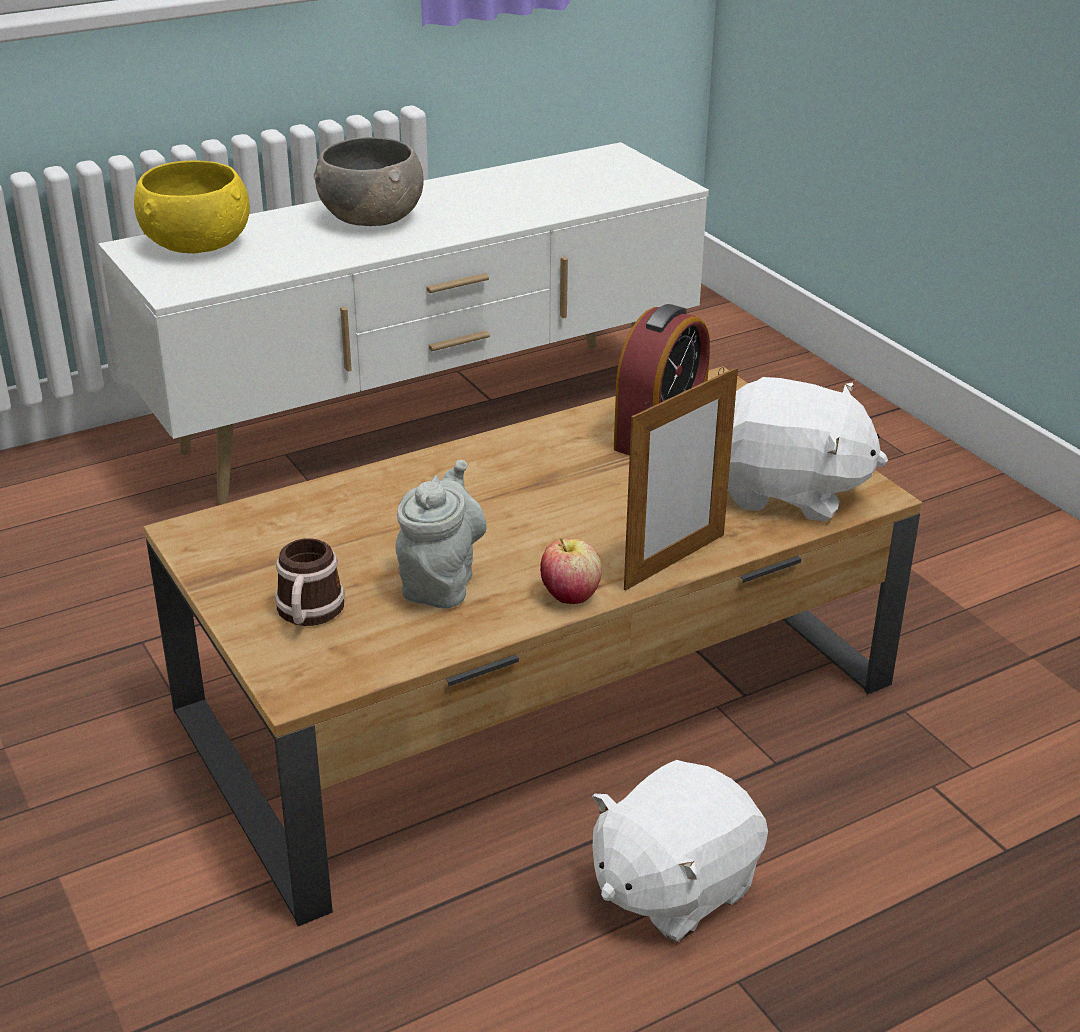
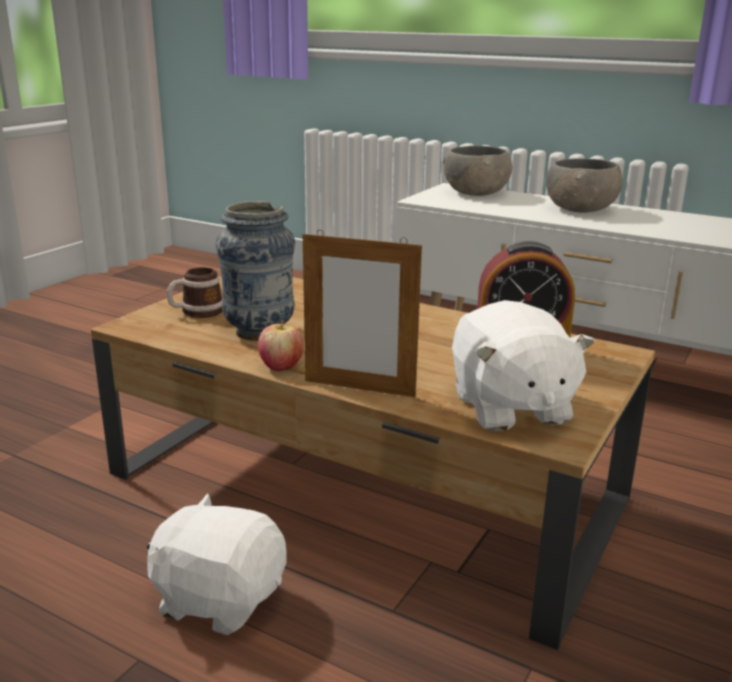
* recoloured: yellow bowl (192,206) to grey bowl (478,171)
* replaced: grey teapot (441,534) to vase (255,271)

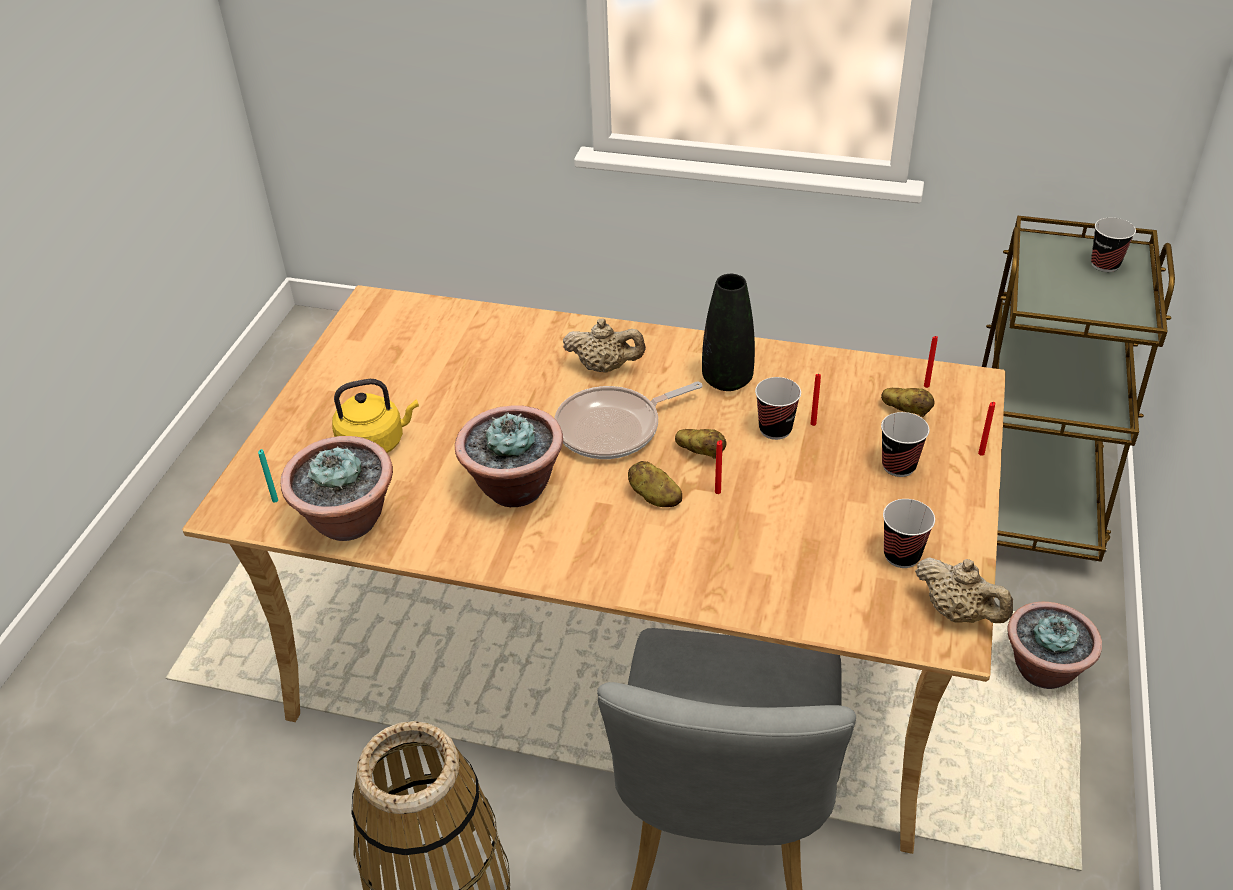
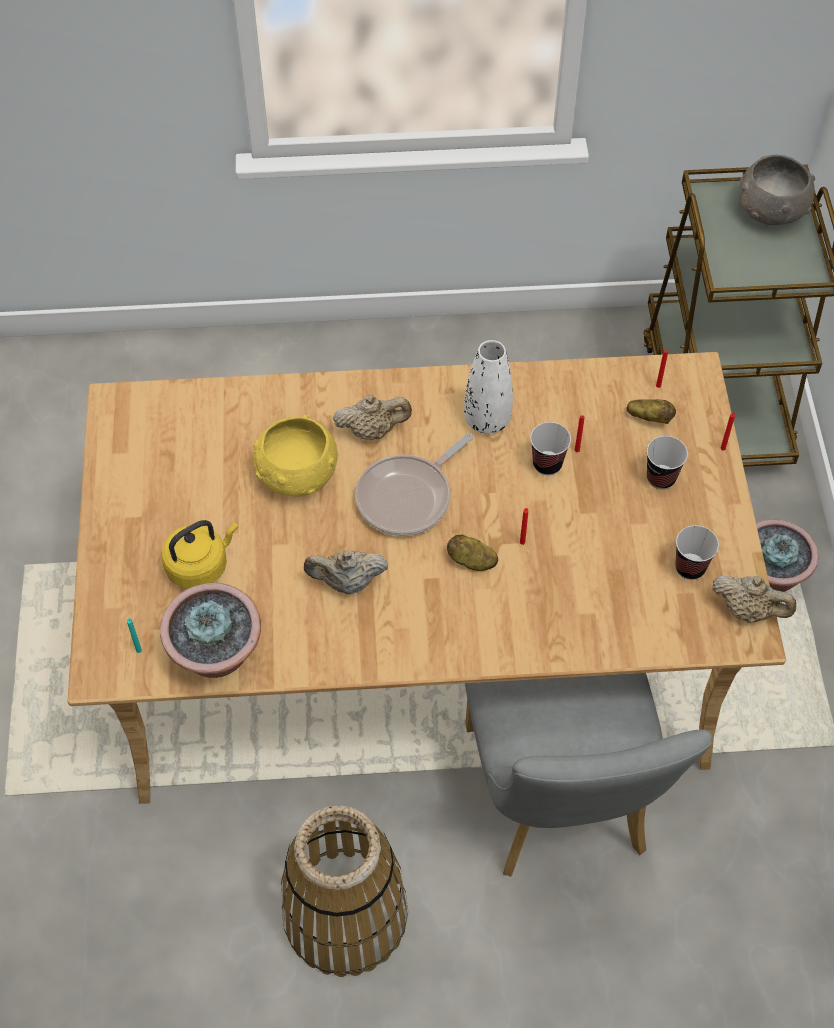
* replaced: potted plant (509,456) to beige teapot (346,572)
* removed: potato (701,444)
* recoloured: black vase (728,332) to white vase (488,387)
* replaced: cup (1113,245) to grey bowl (777,190)
* added: yellow bowl (295,455)

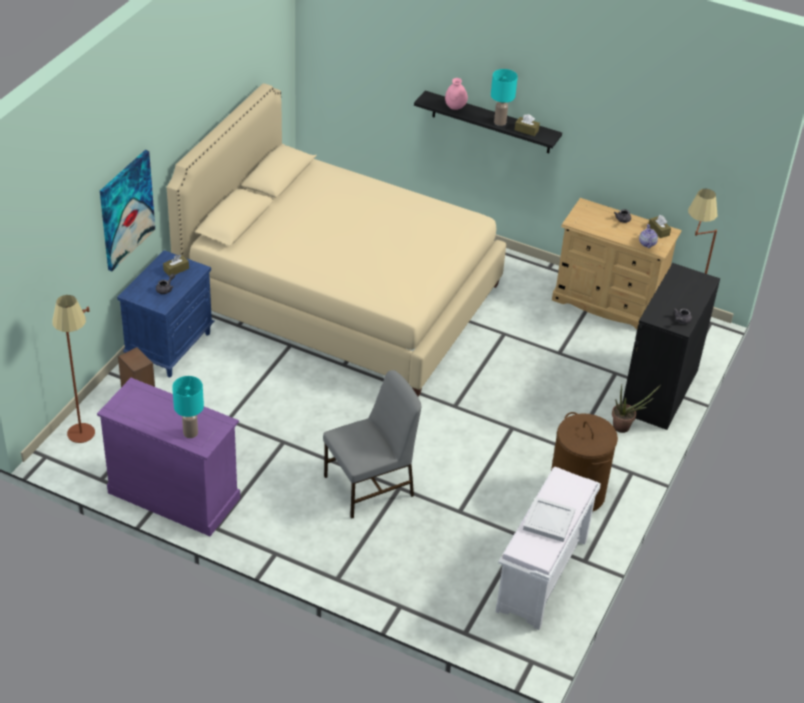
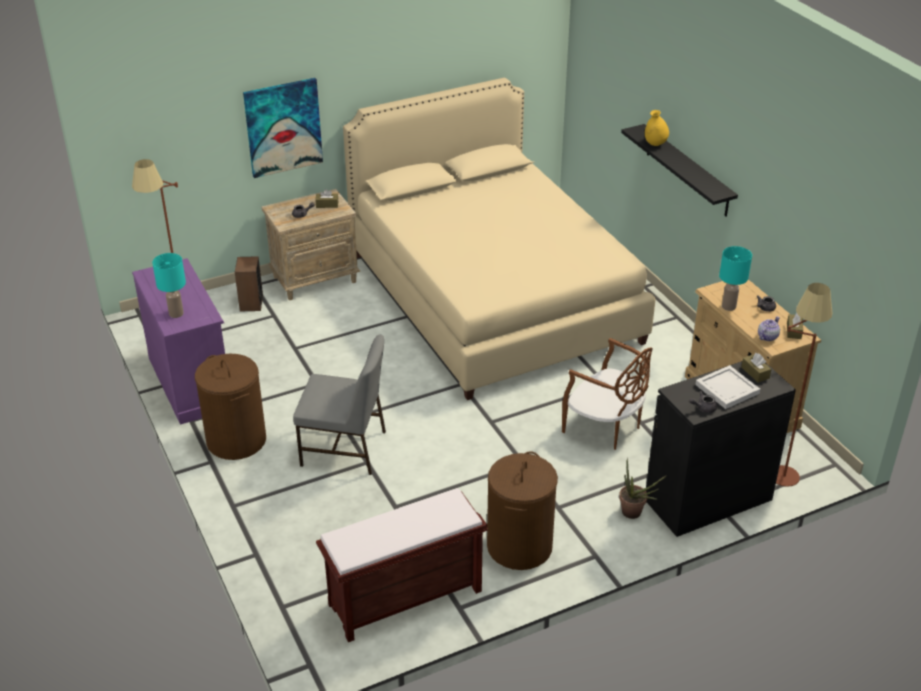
* recoloured: blue nightstand (166,313) to beige nightstand (311,244)
* recoloured: pink vase (456,94) to yellow vase (657,128)
* moved: turquoise table lamp (504,97) to (735,278)
* recoloured: white bench (548,548) to brown bench (402,565)
* moved: brown tissue box (527,125) to (756,368)
* moved: white tray (549,519) to (727,387)
* added: brown laundry basket (230,407)
* added: brown chair (607,394)

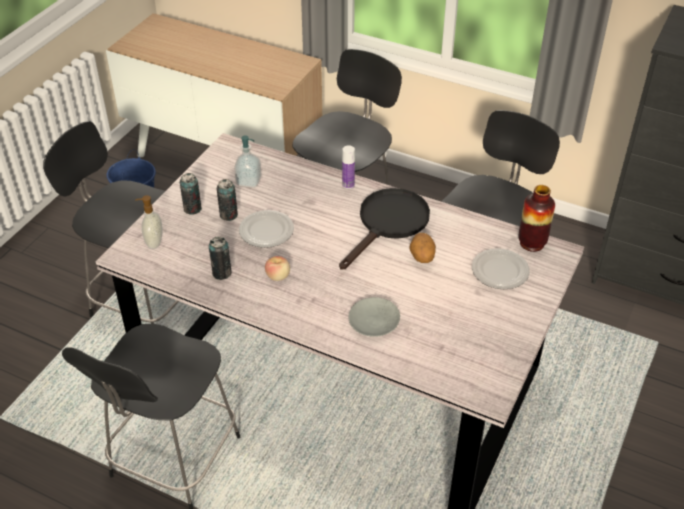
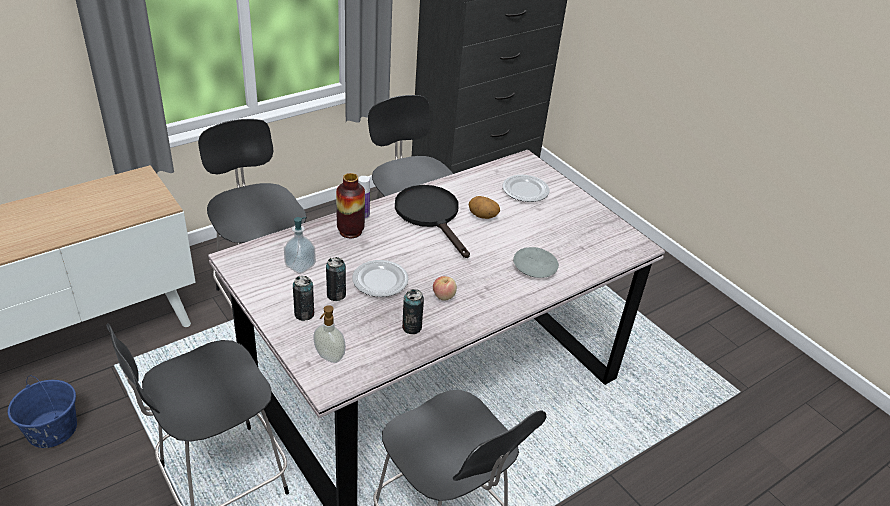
* moved: vase (536,218) to (350,205)

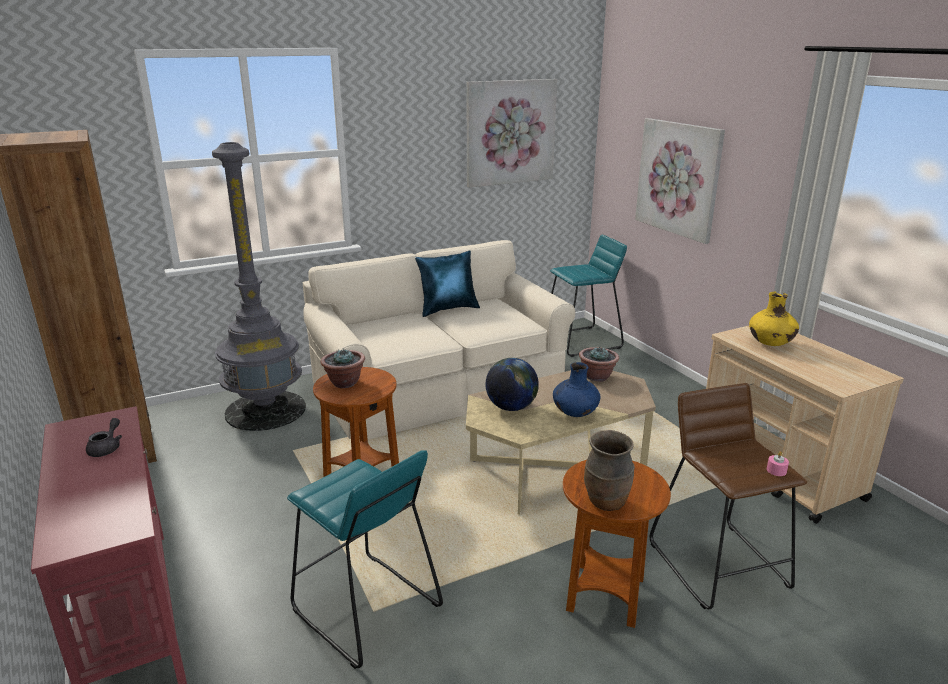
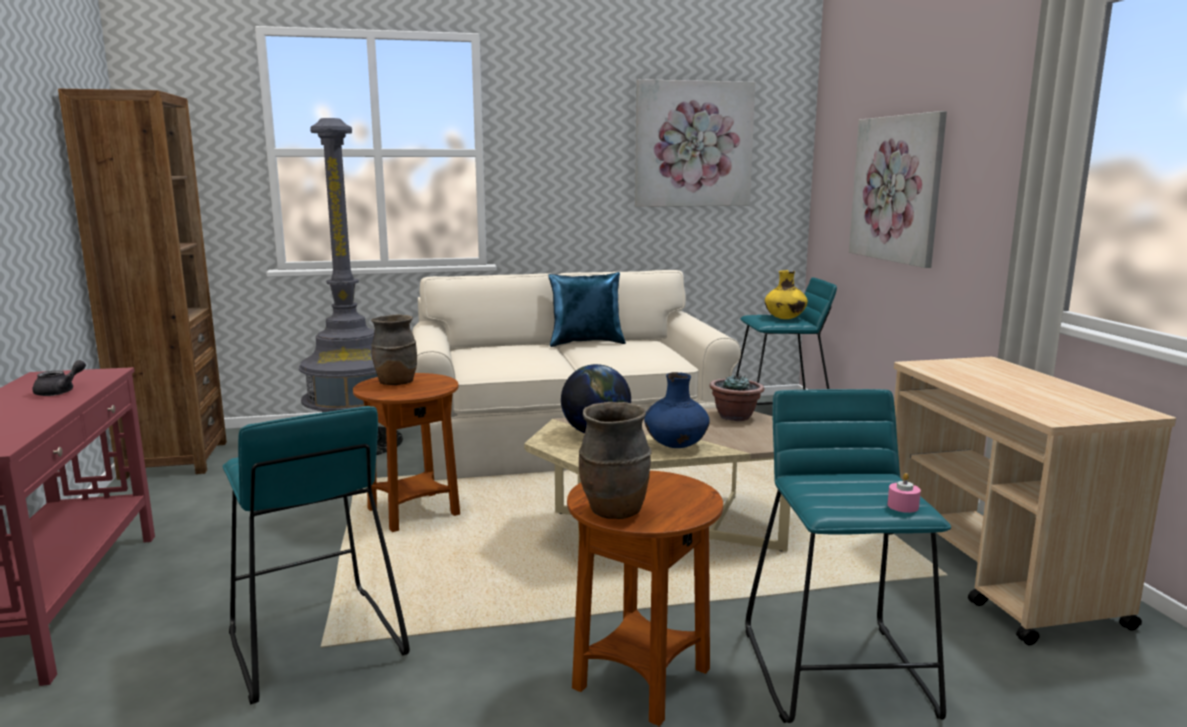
* replaced: potted plant (342,368) to brown vase (394,349)
* recoloured: brown stool (728,496) to turquoise stool (848,556)
* moved: yellow vase (774,318) to (786,294)

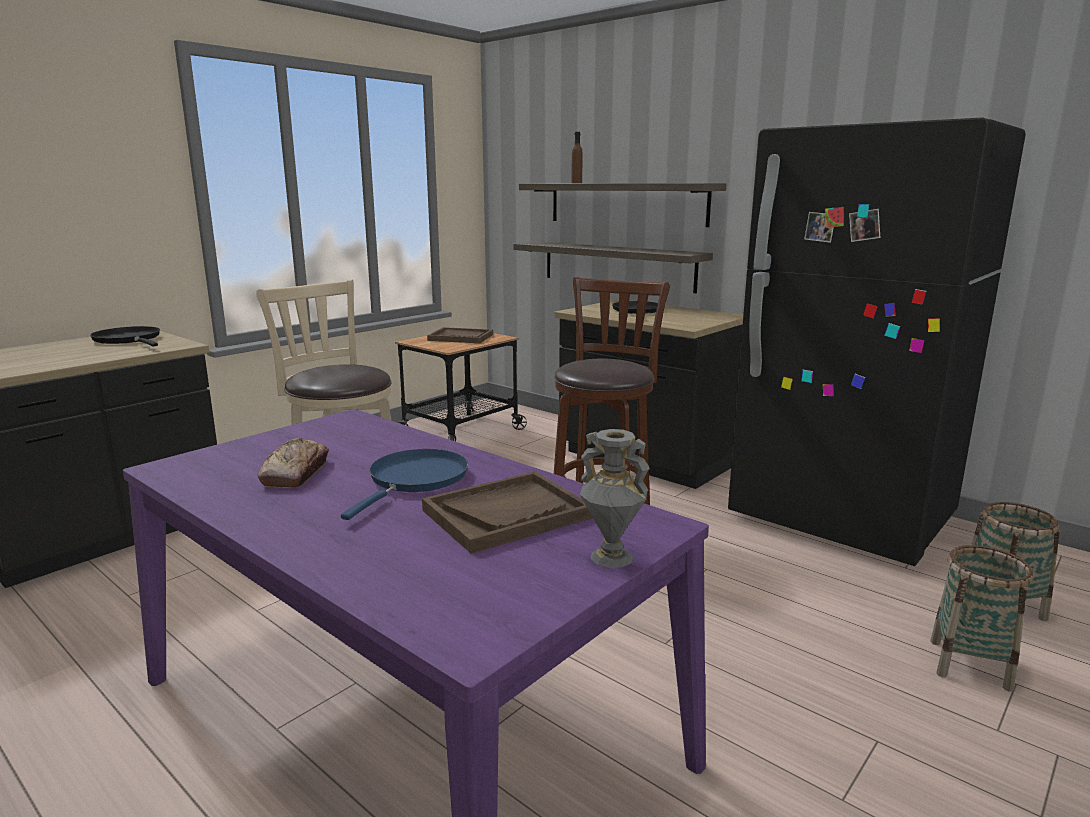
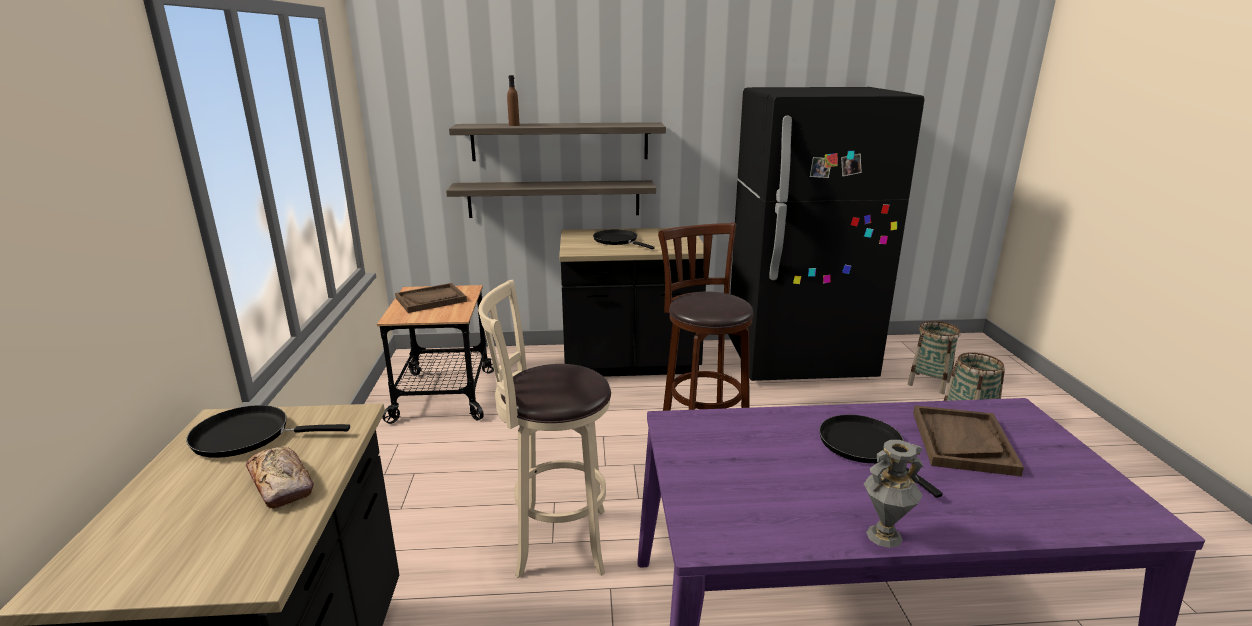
* moved: bread (293,463) to (279,478)
* recoloured: blue frying pan (404,484) to black frying pan (881,456)
* moved: grey vase (615,498) to (893,494)

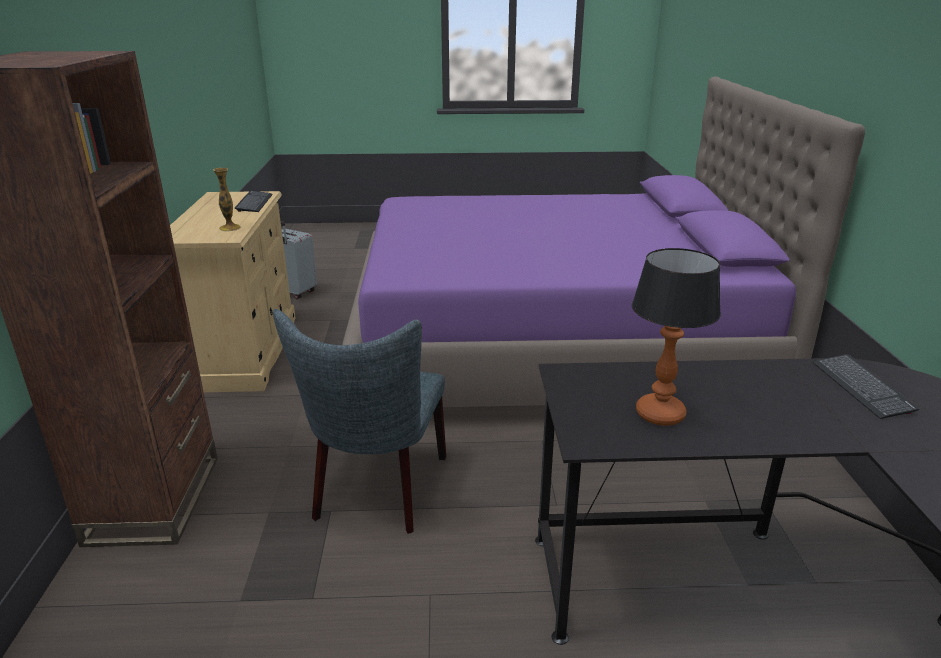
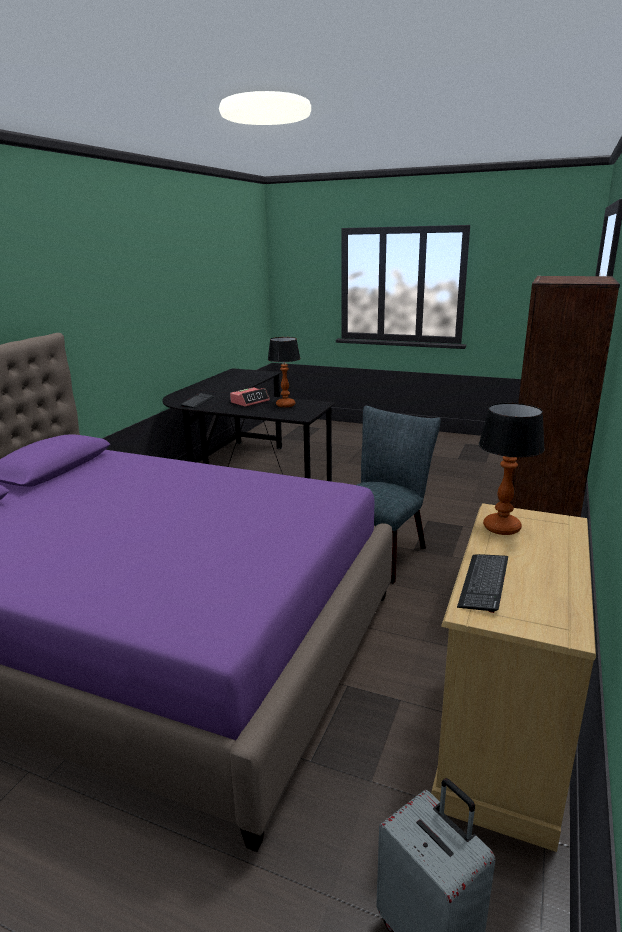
* replaced: vase (227,199) to table lamp (512,469)
* added: alarm clock (250,397)

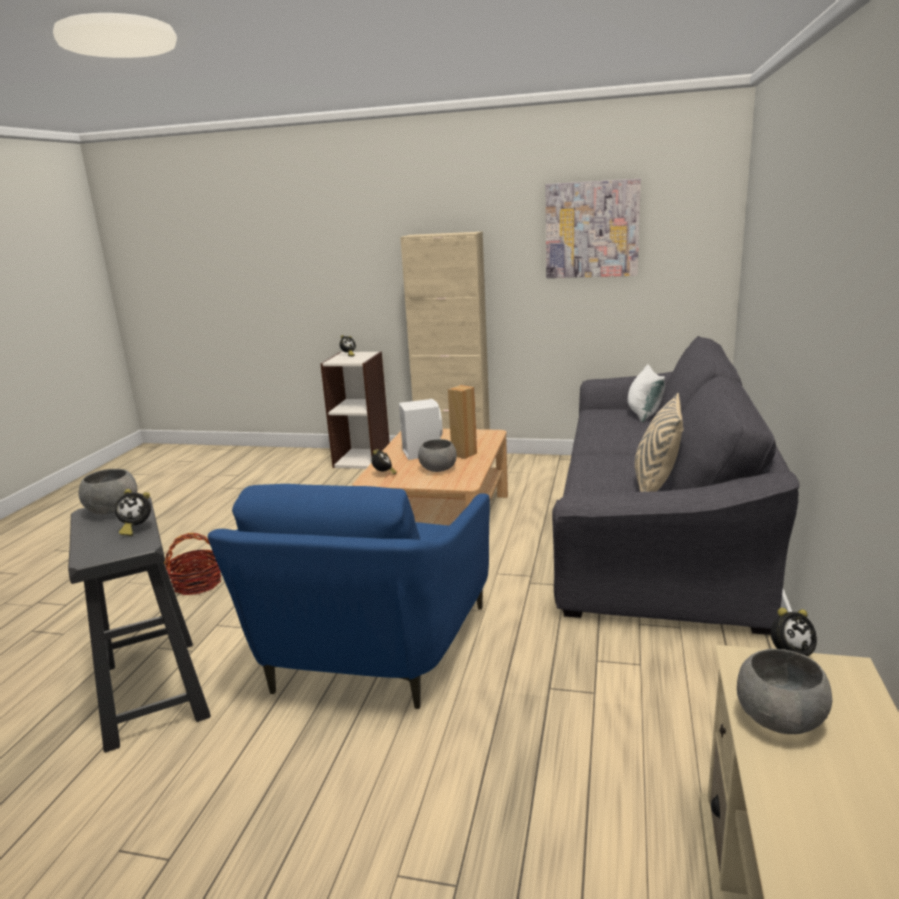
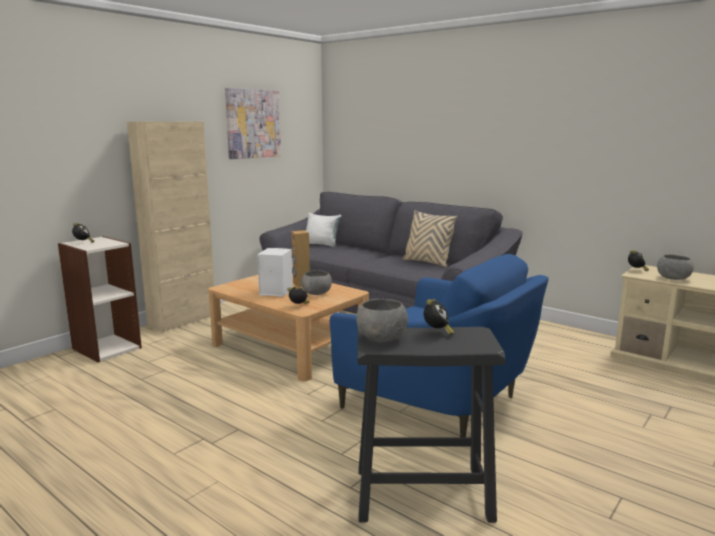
* removed: basket (192,564)

